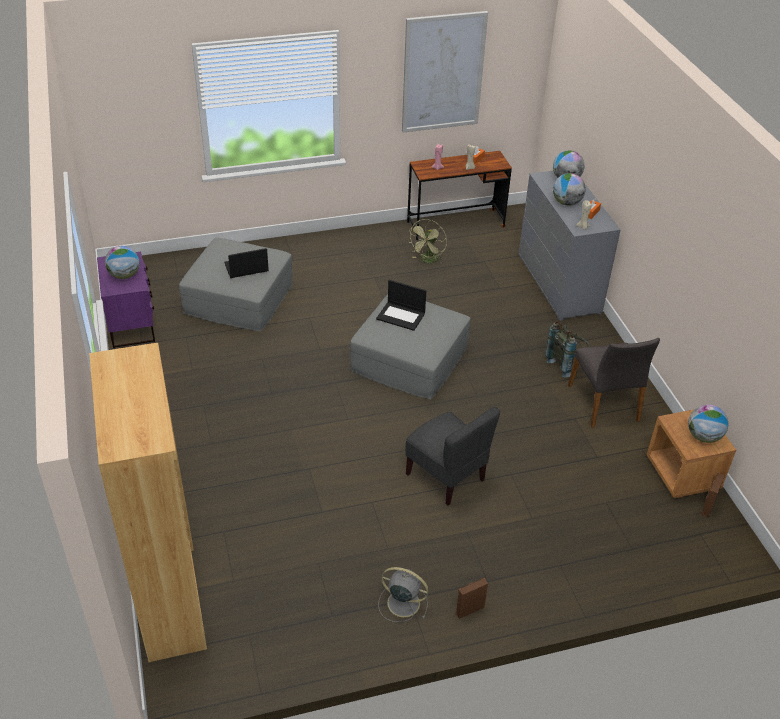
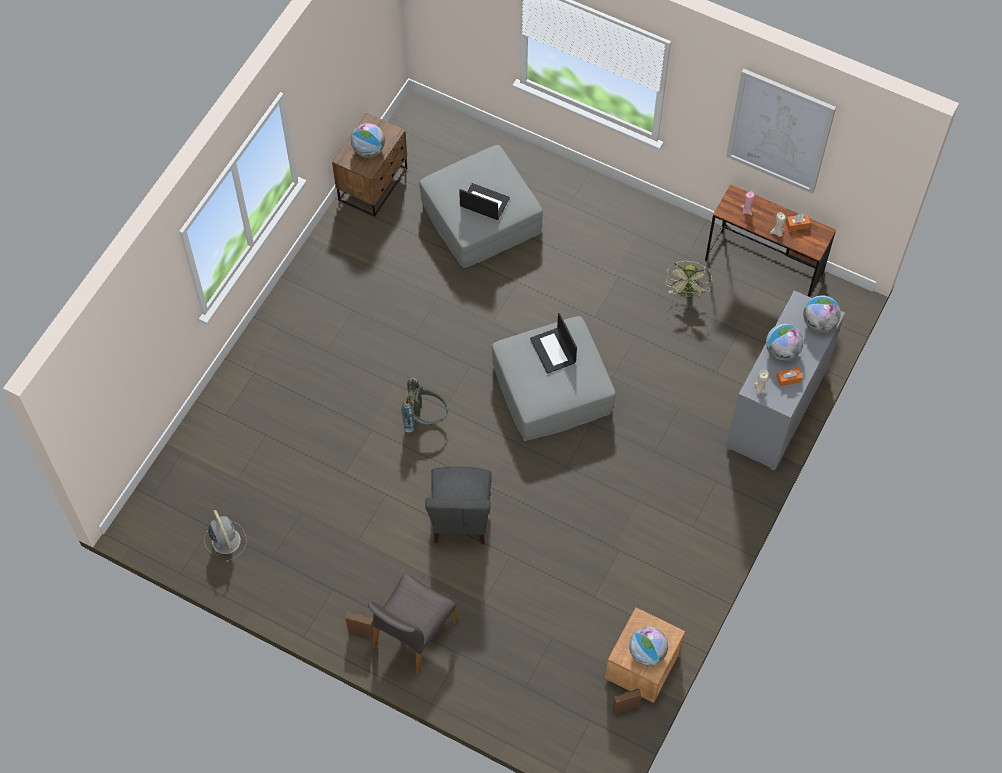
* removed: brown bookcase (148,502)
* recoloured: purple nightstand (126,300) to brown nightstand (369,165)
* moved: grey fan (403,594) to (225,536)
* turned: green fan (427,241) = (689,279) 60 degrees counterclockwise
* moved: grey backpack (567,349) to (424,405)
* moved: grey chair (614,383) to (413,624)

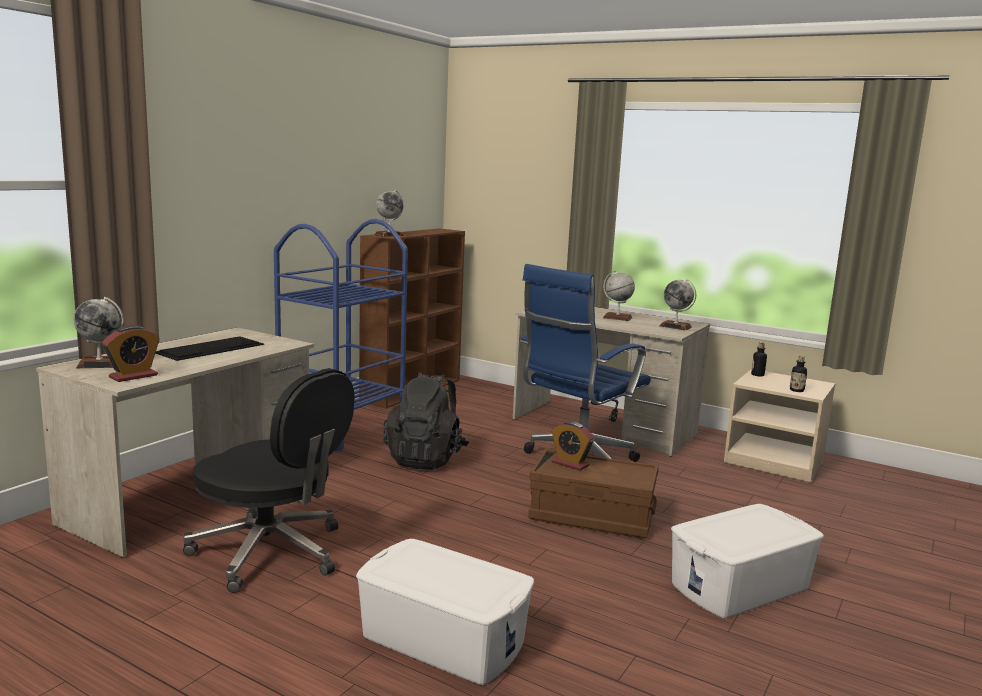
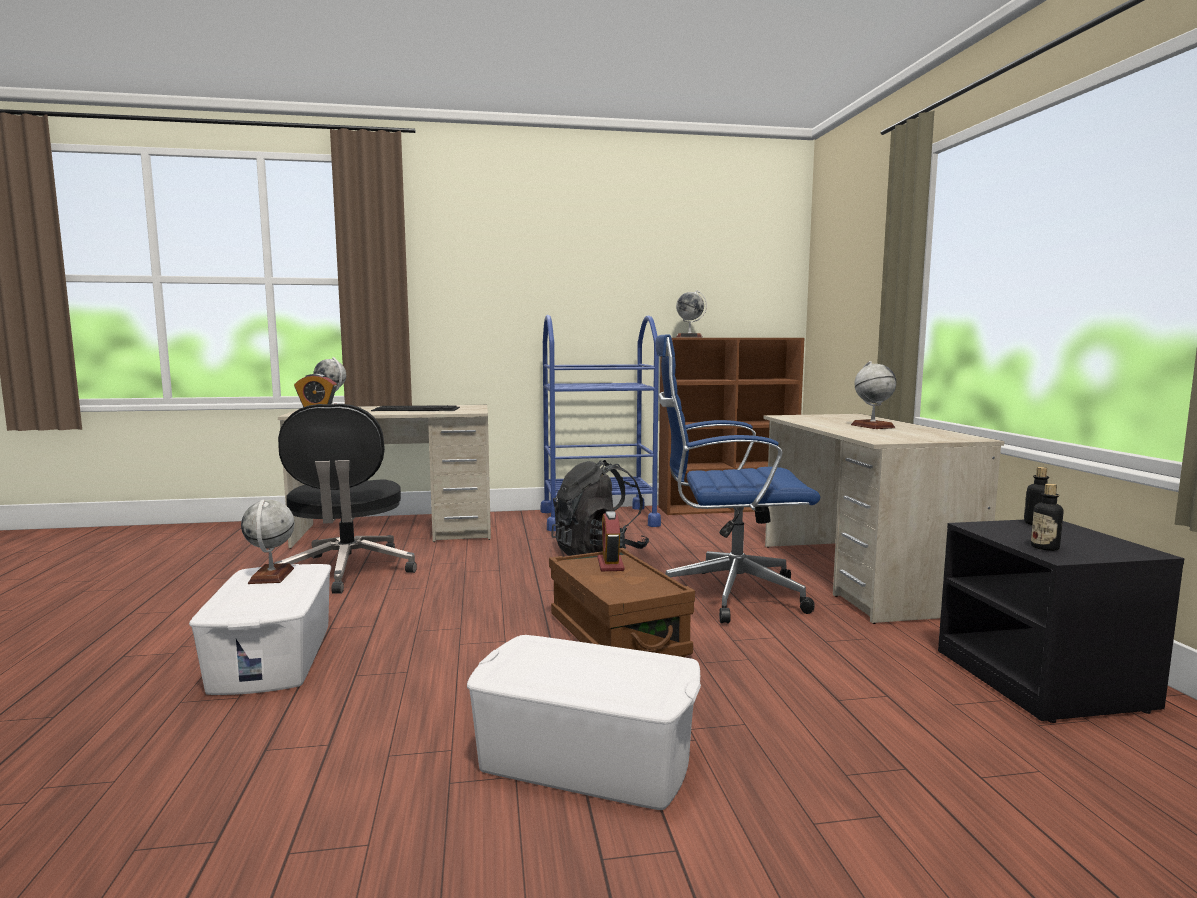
* moved: globe (677,304) to (268,542)
* recoloured: beige nightstand (780,425) to black nightstand (1061,621)

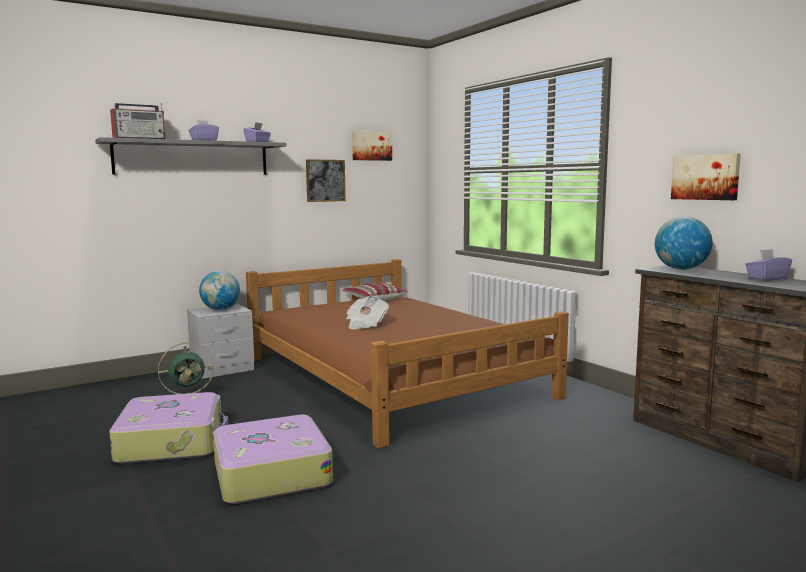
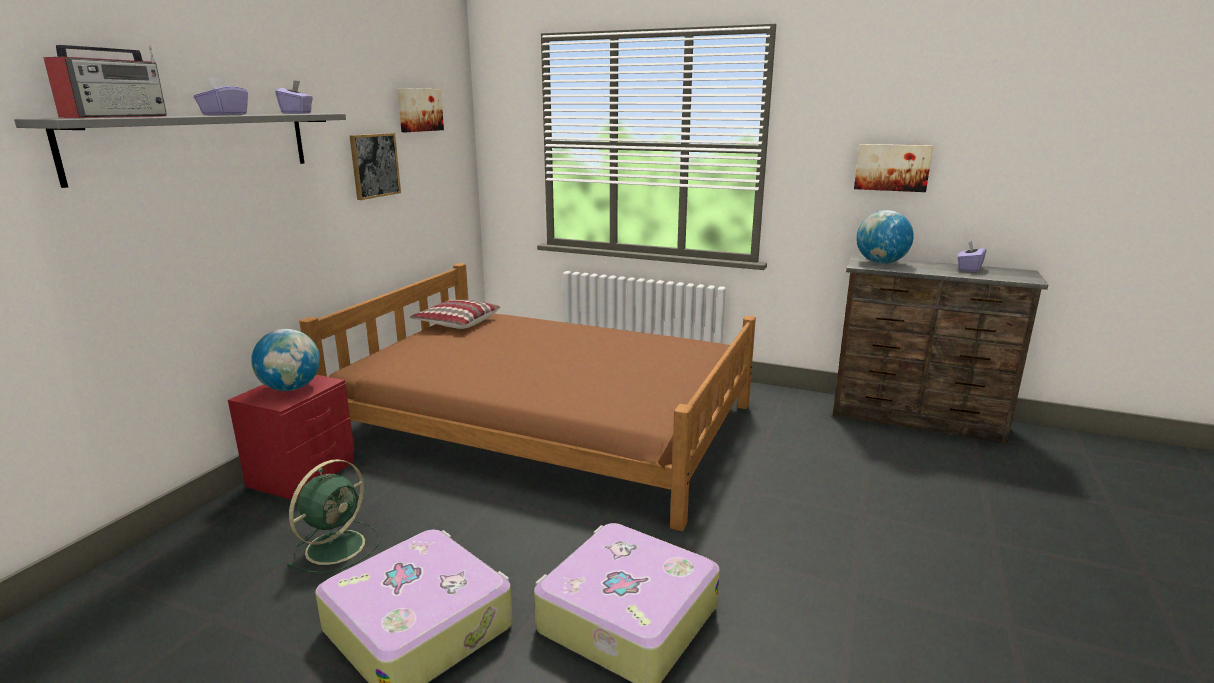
* recoloured: grey nightstand (220,341) to red nightstand (291,437)
* removed: newspaper (367,312)

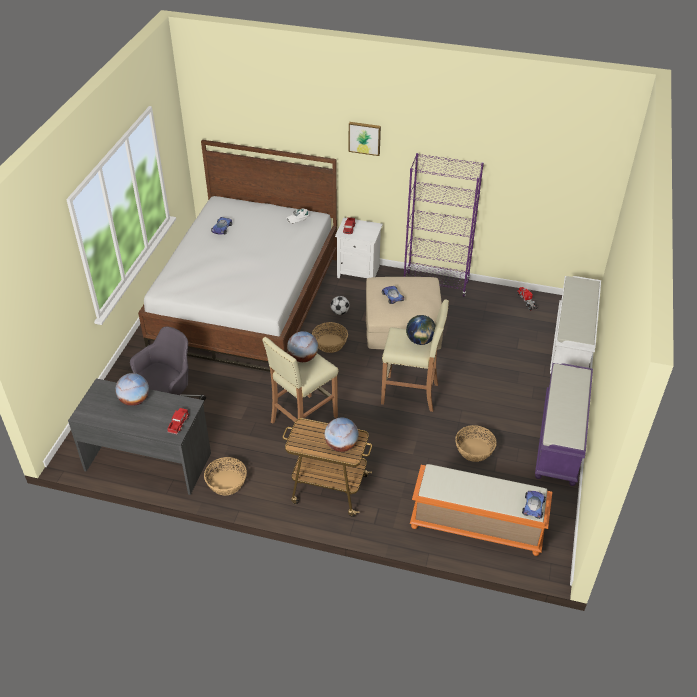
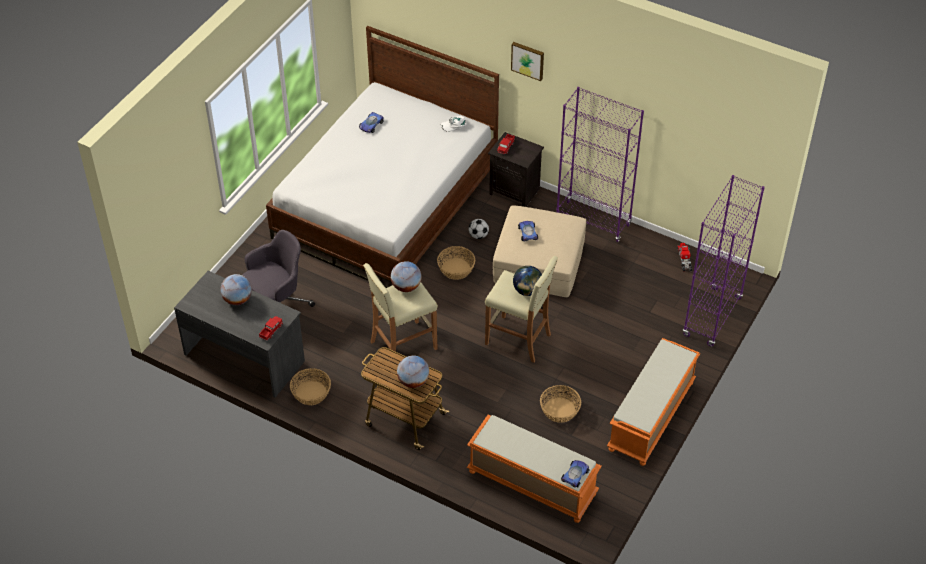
* recoloured: white nightstand (359,248) to black nightstand (516,169)
* recoloured: purple bench (564,424) to orange bench (653,402)
* replaced: white bench (575,325) to purple bookcase (724,261)

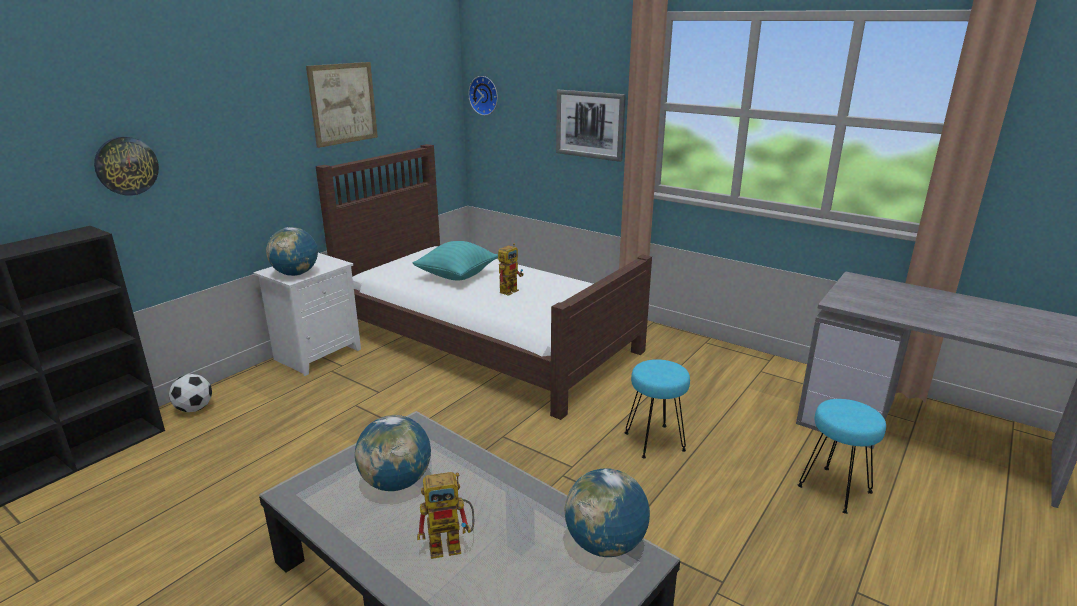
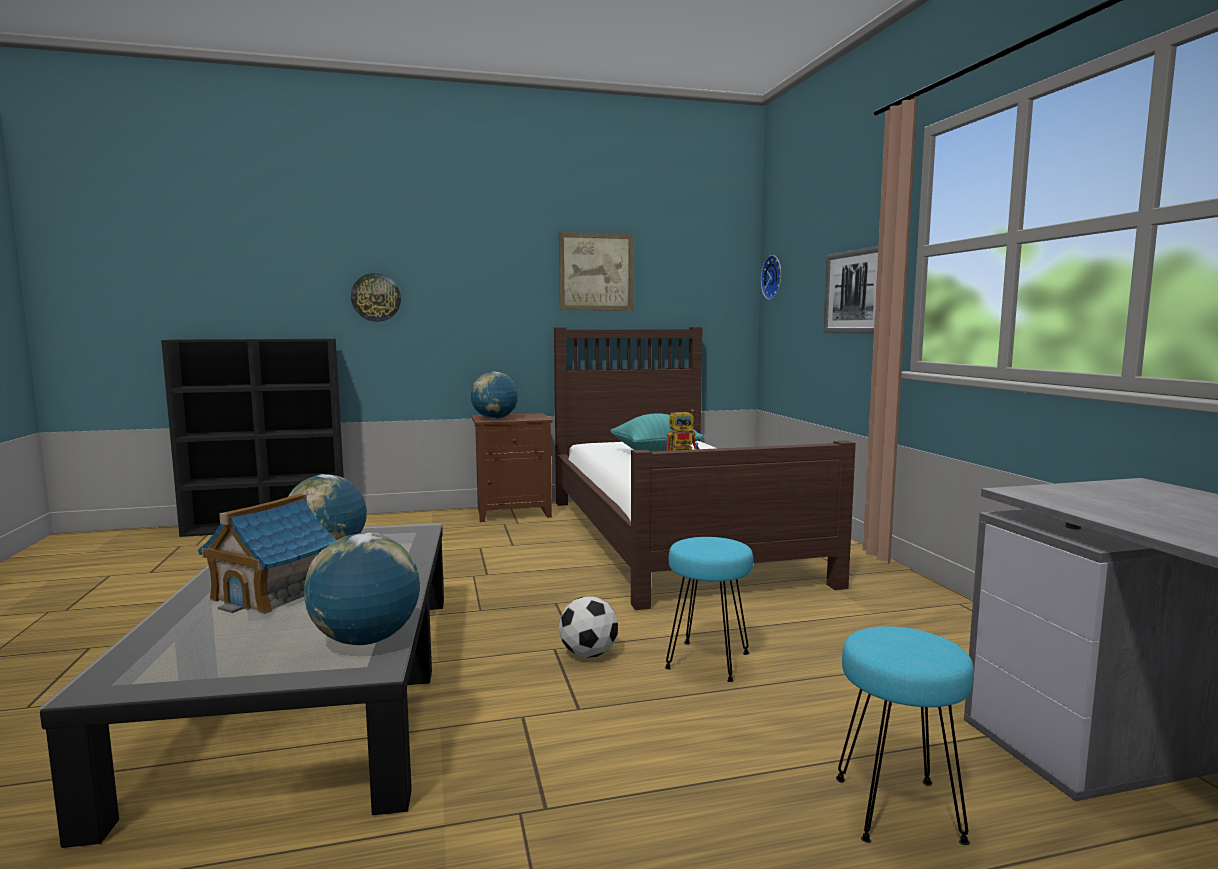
* moved: football (190,393) to (588,627)
* recoloured: white nightstand (307,314) to brown nightstand (511,467)
* replaced: toy robot (445,515) to toy house (267,554)

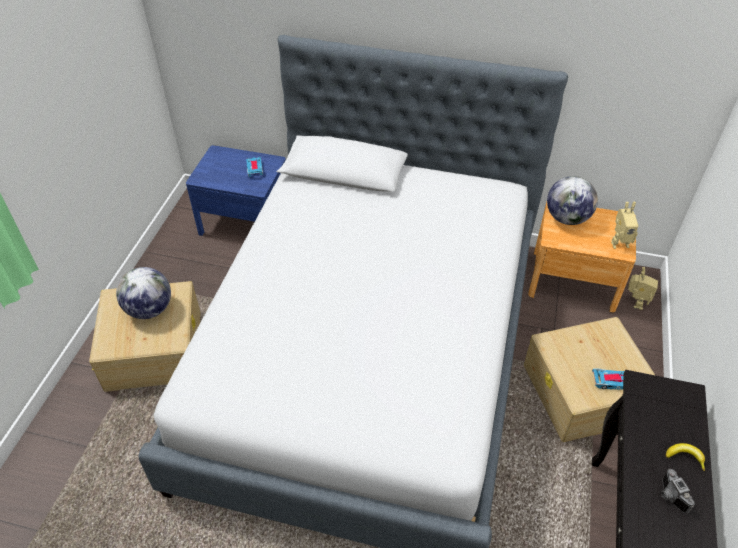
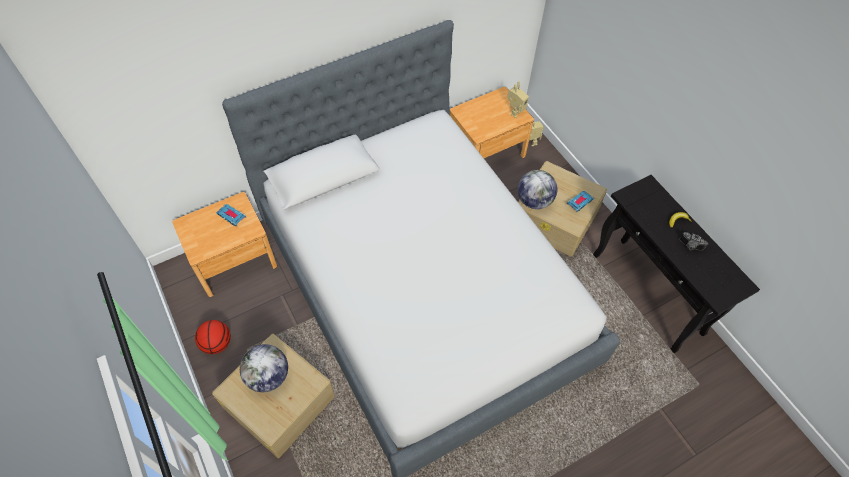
* recoloured: blue nightstand (236,190) to brown nightstand (224,244)
* moved: globe (572,200) to (538,189)
* added: basketball (213,337)

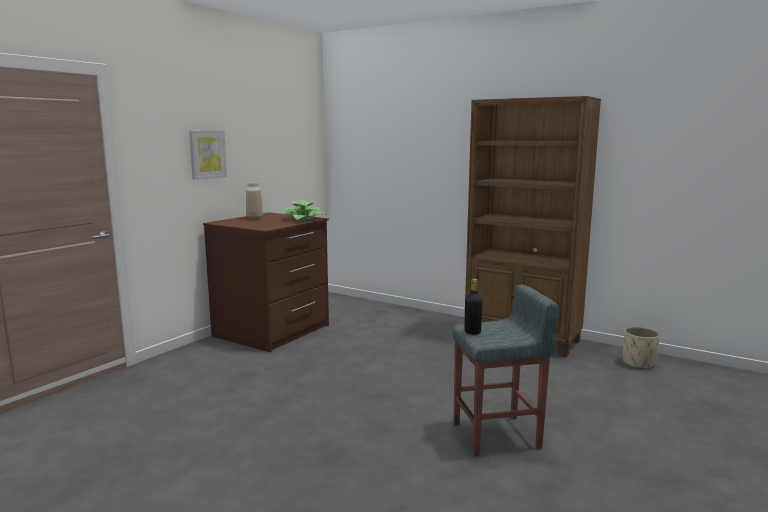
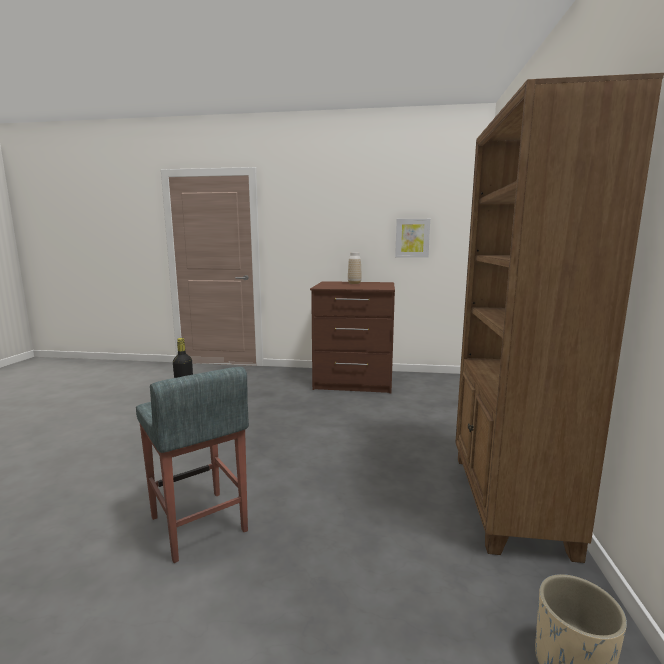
* moved: picture (208,155) to (412,238)
* removed: potted plant (304,211)

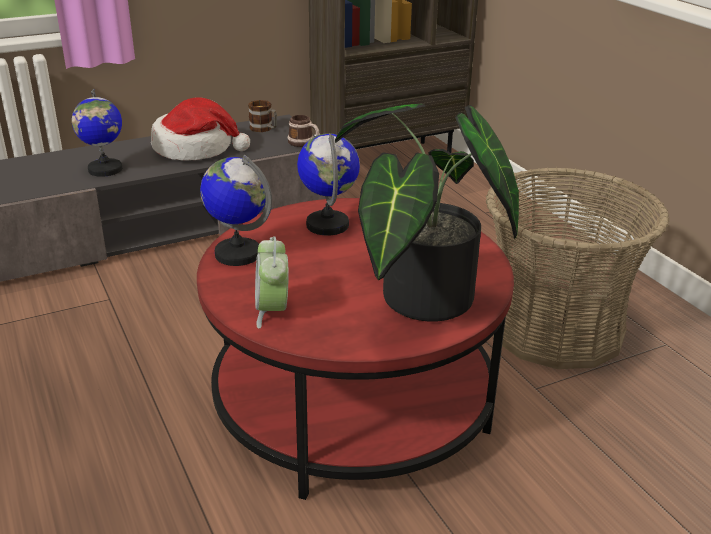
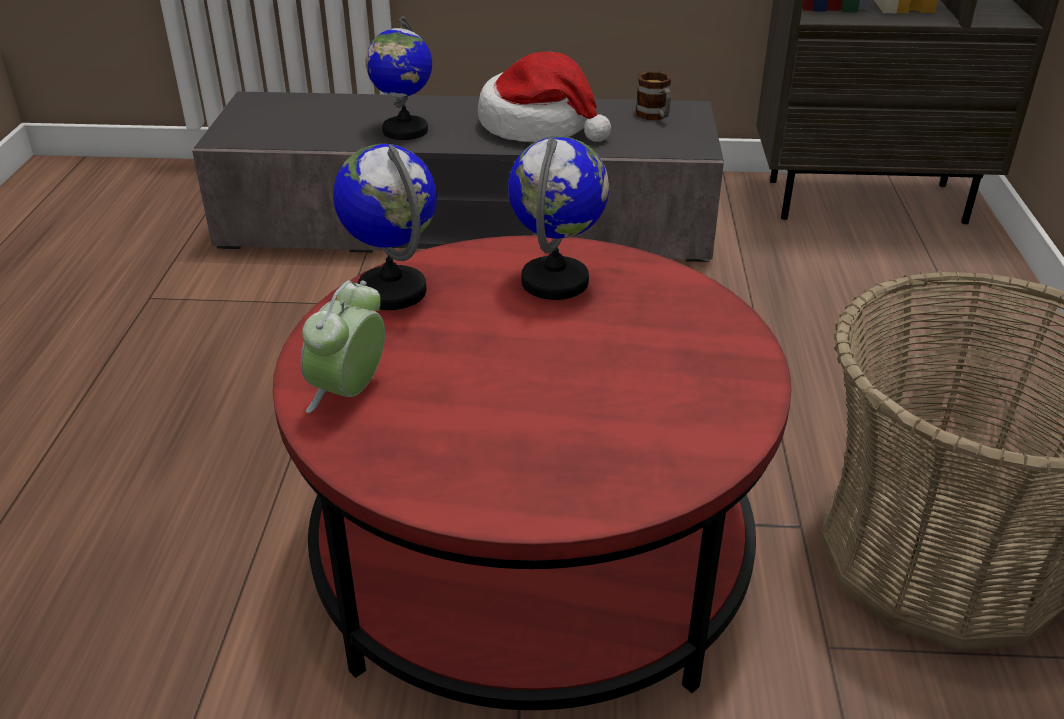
* removed: mug (303,131)
* removed: potted plant (427,213)

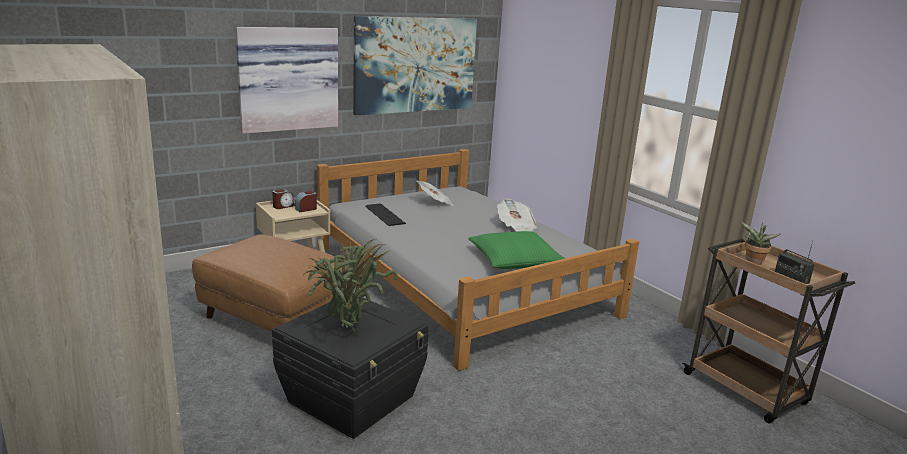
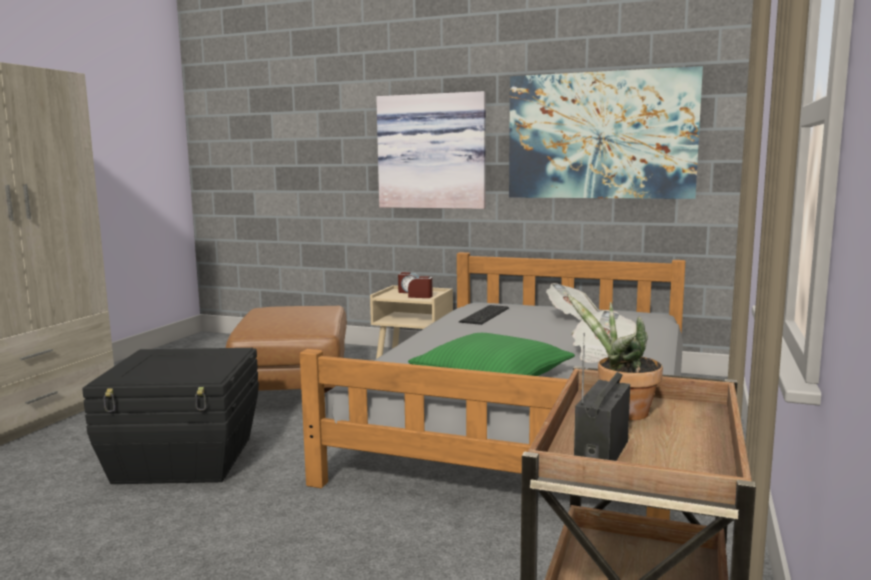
* removed: potted plant (350,285)

